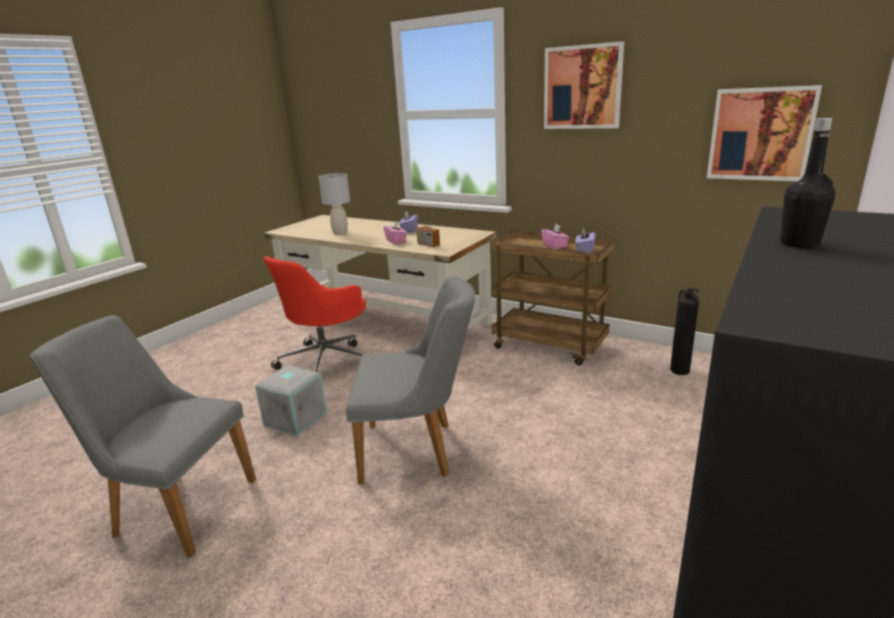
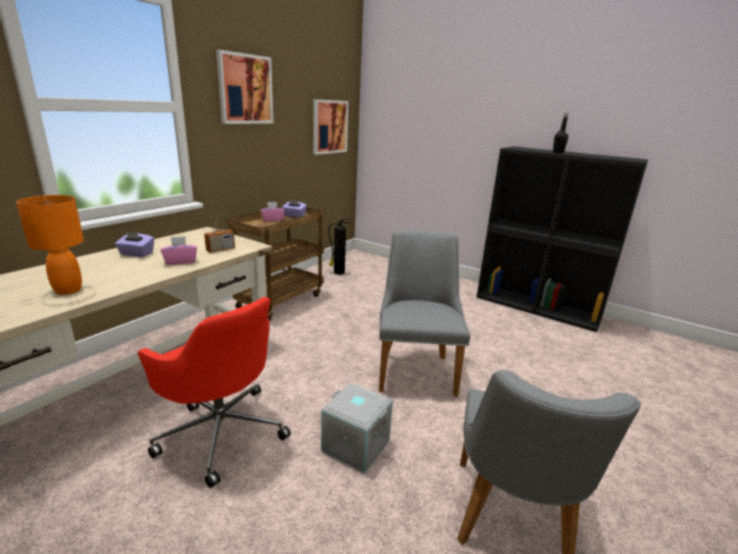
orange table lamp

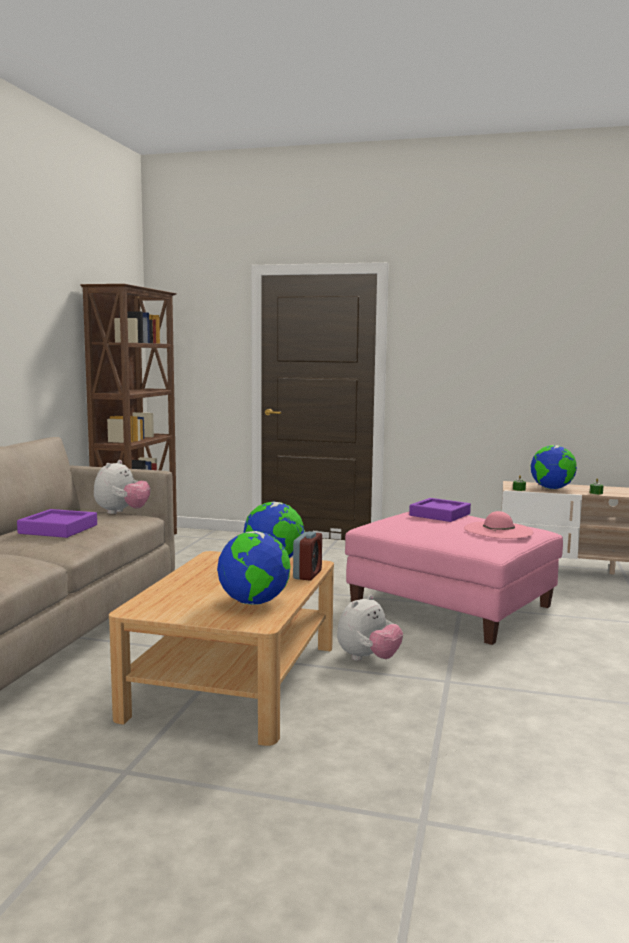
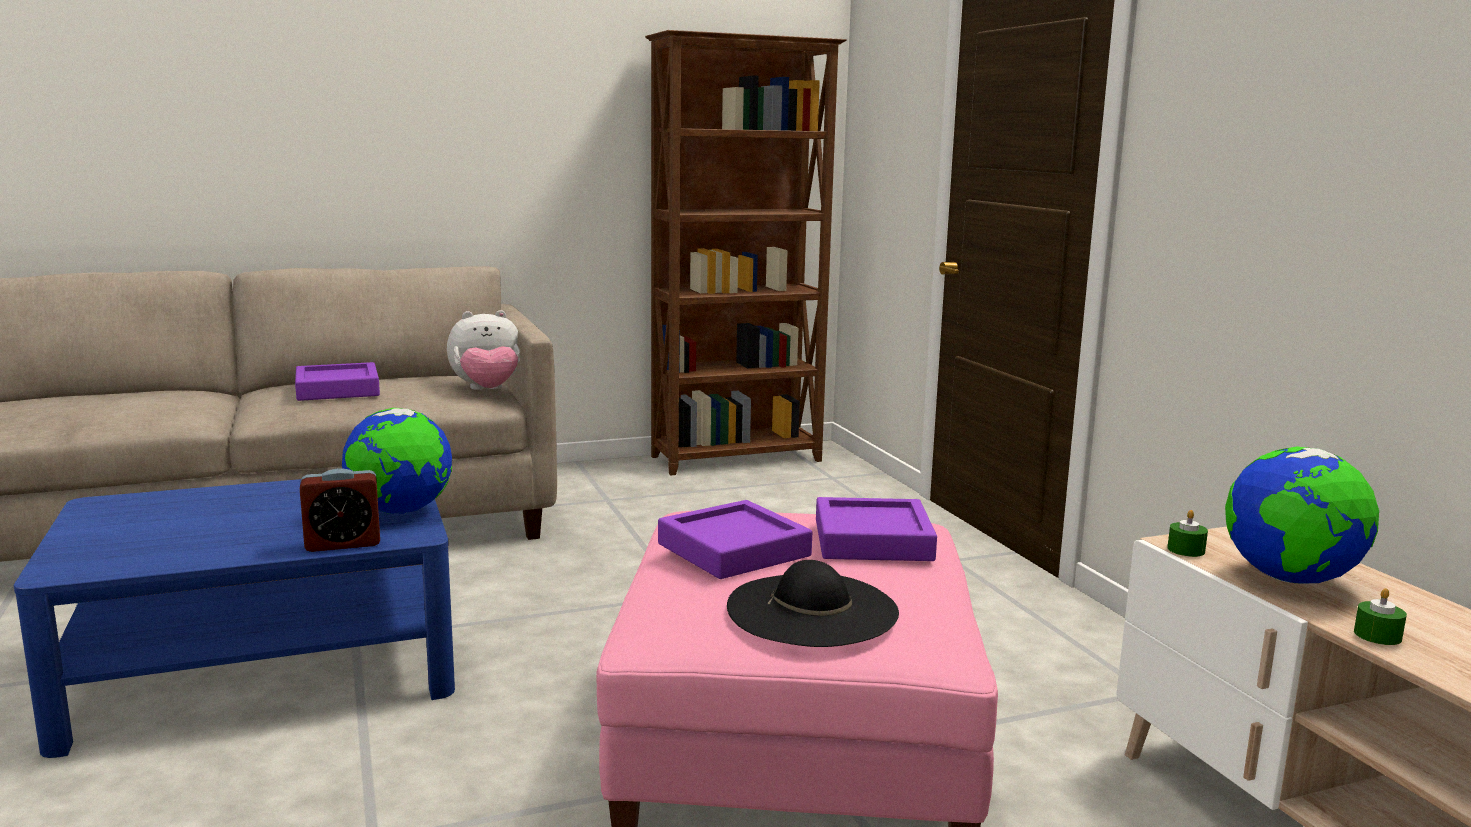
black hat; globe (1st from left in the first image); blue coffee table; plush toy (2nd from left in the first image); purple tray (2nd from left)

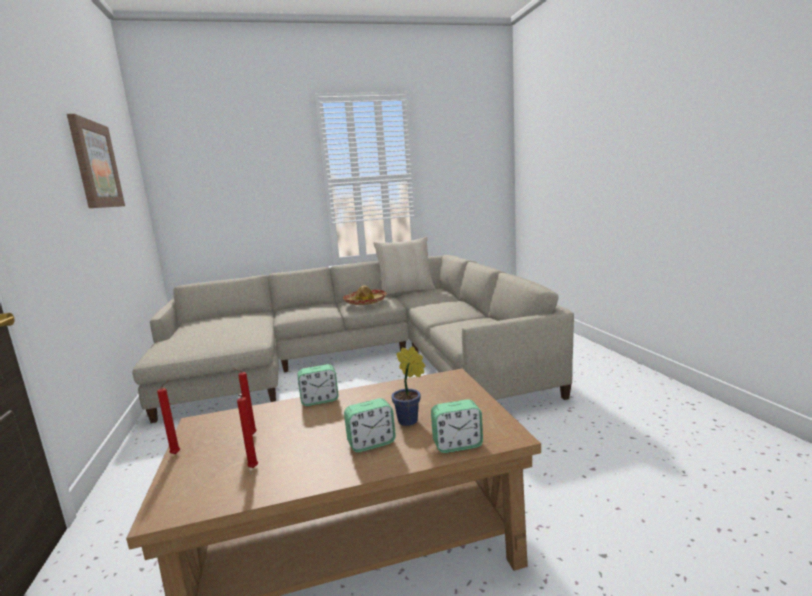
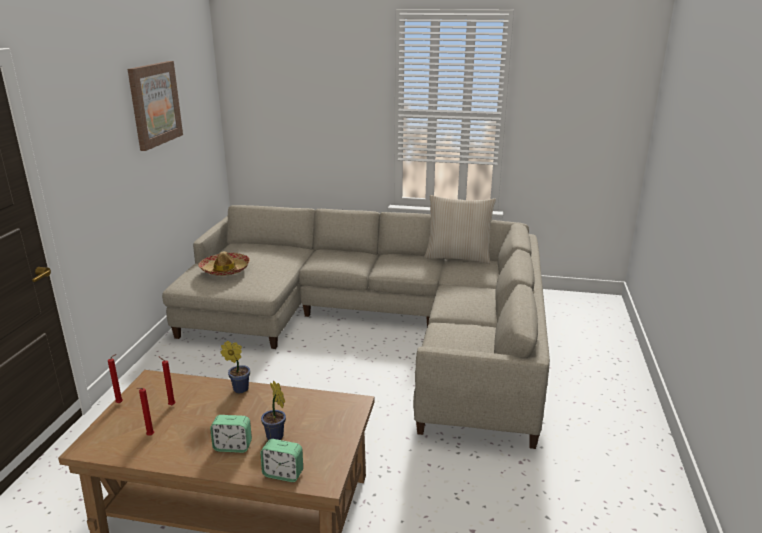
hat; potted plant (1st from left)

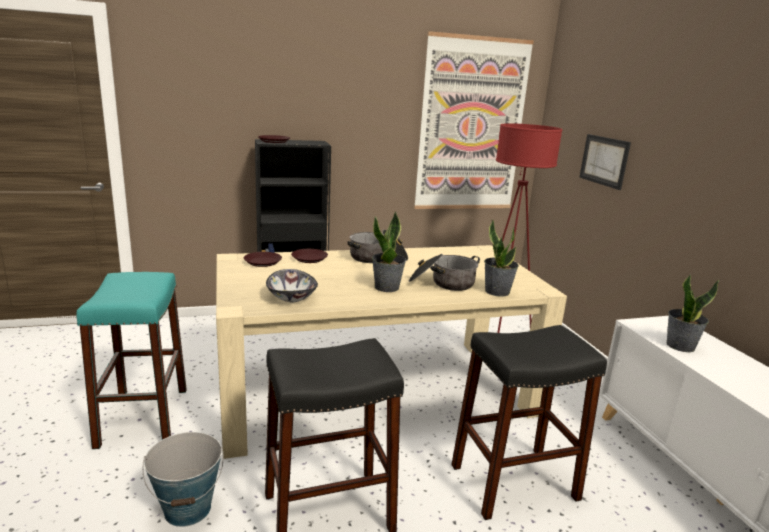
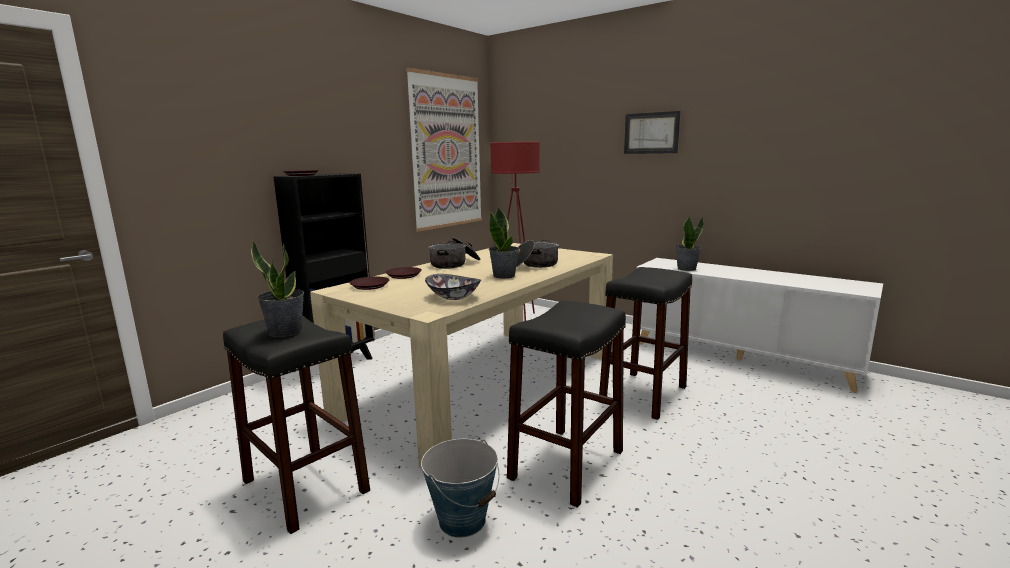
picture (2nd from left); potted plant (1st from left); black stool (1st from left)

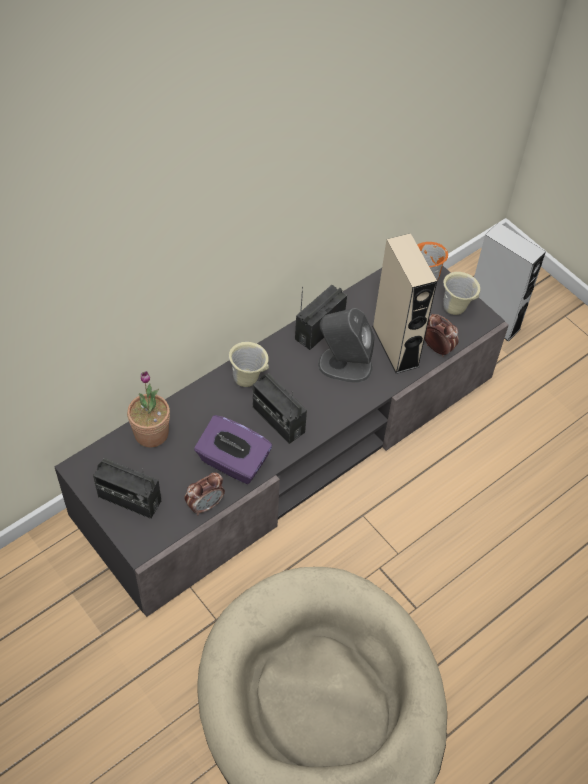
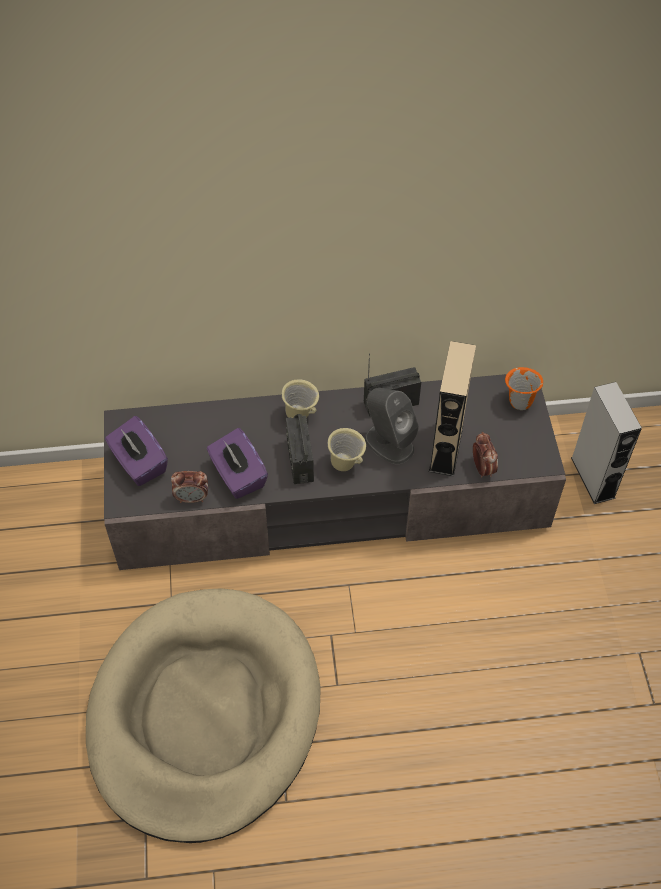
beige mug (2nd from left); potted plant; purple tissue box (1st from left)

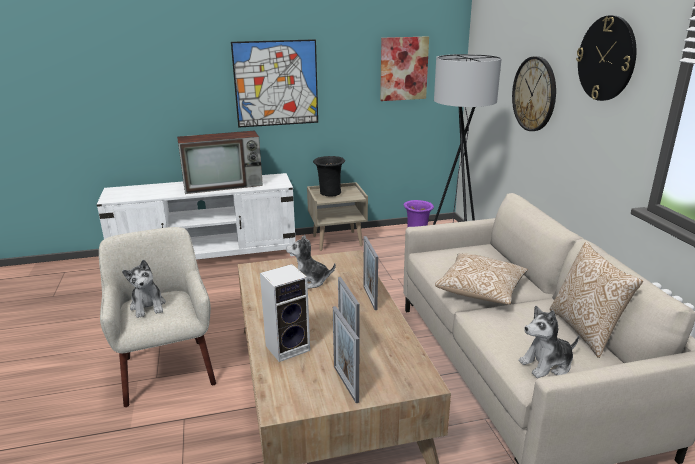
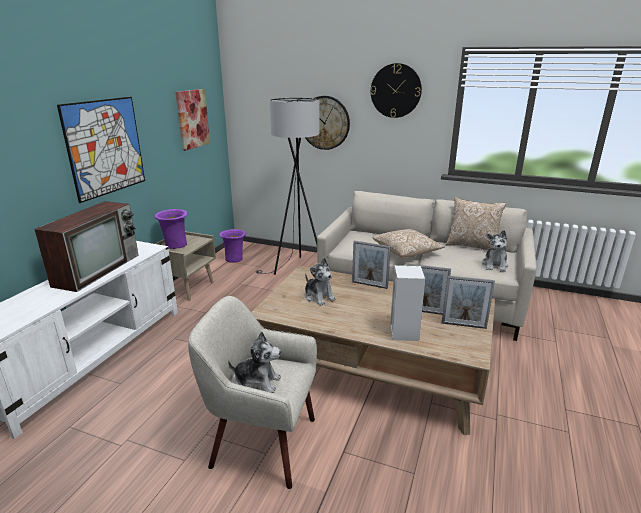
purple vase (1st from left); plush toy (2nd from left)

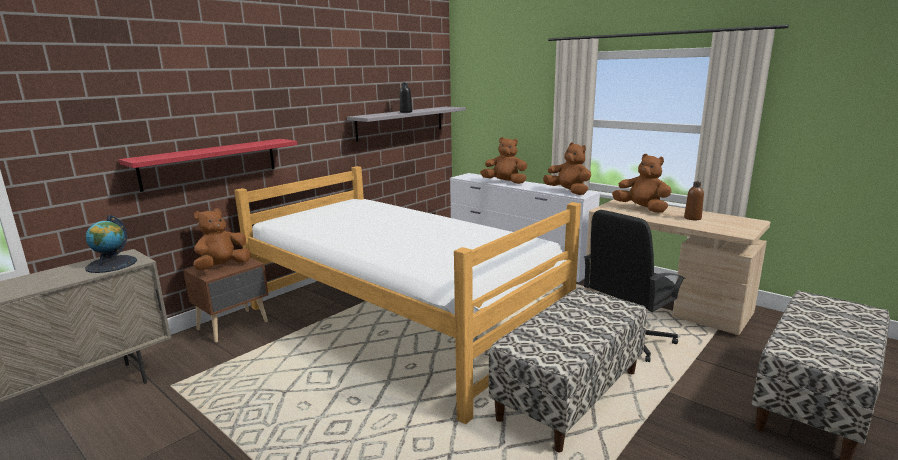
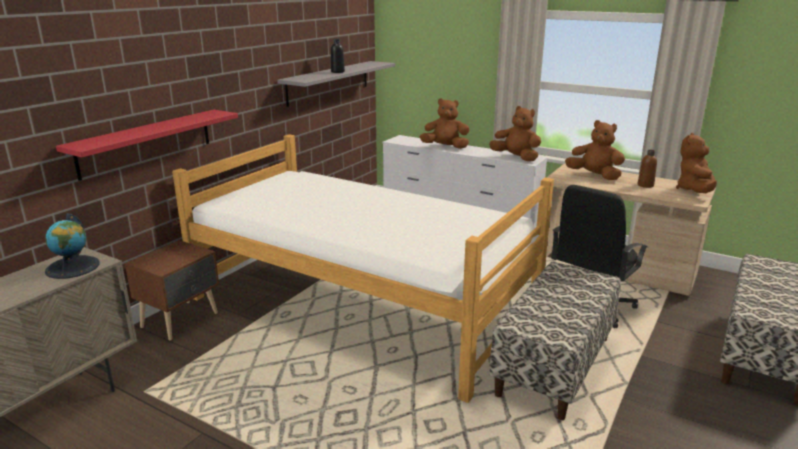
brown plush toy (4th from left)

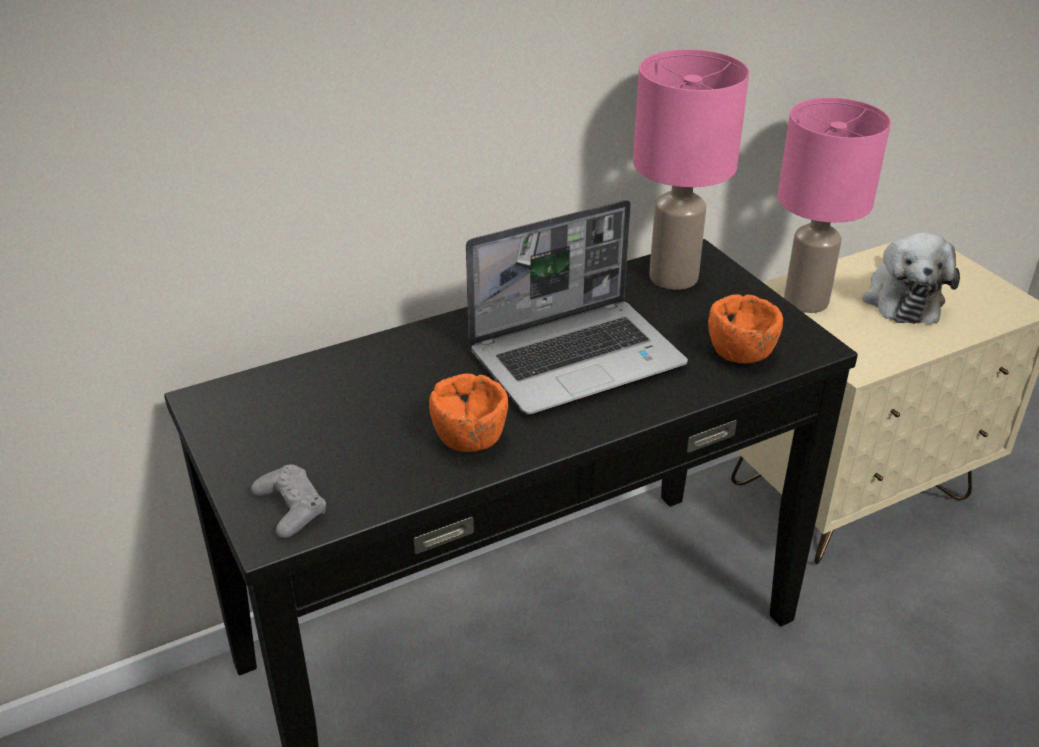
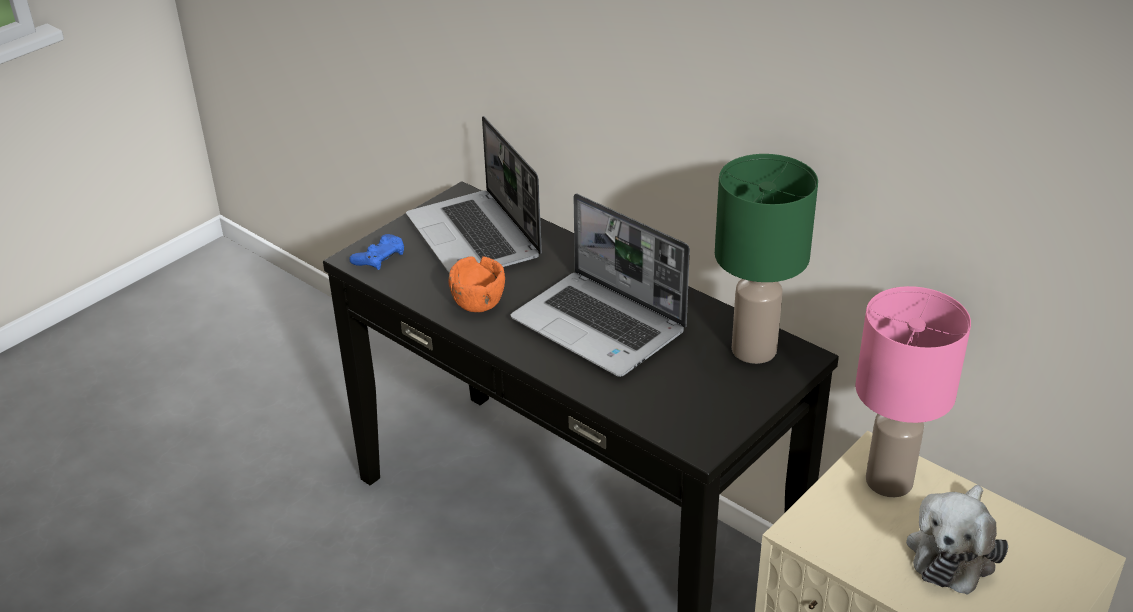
green table lamp; plush toy; orange bowl (2nd from left in the first image); blue game controller; laptop (1st from left)

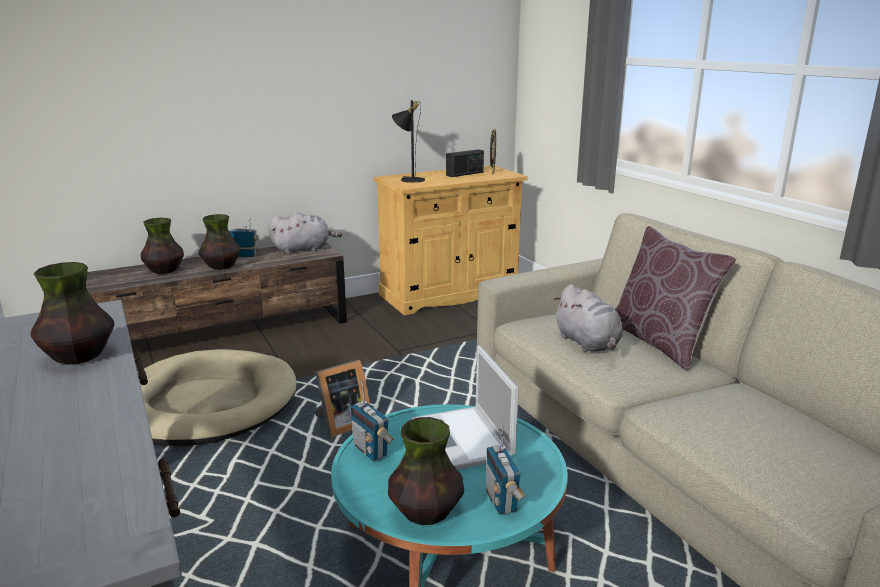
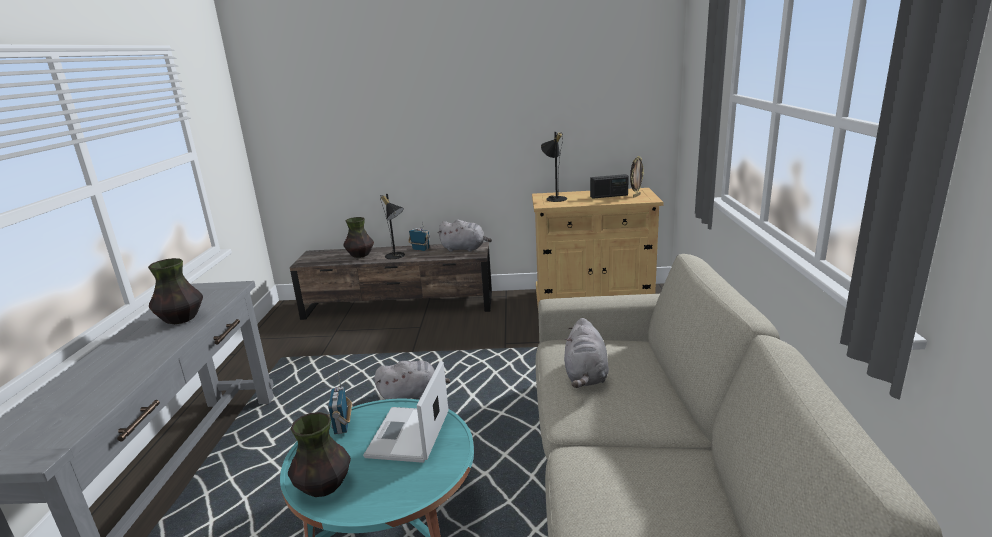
black table lamp (1st from left); brown pillow; beige dog bed; grey plush toy (1st from left); radio (4th from left in the first image)

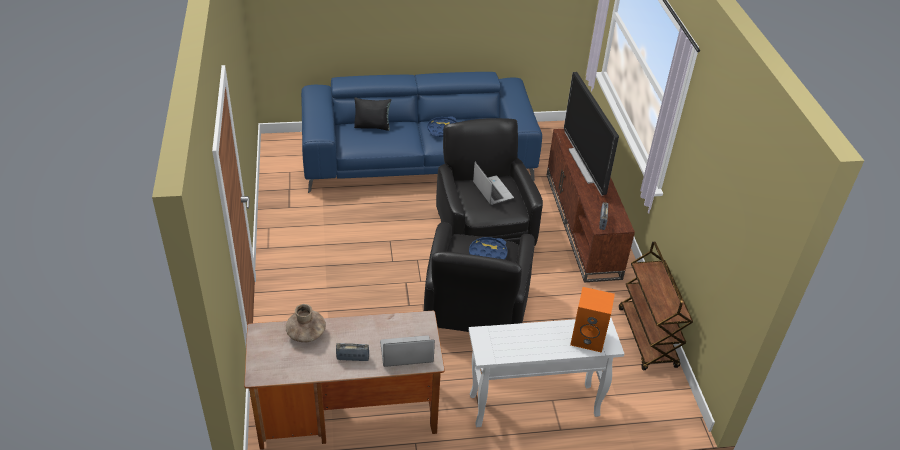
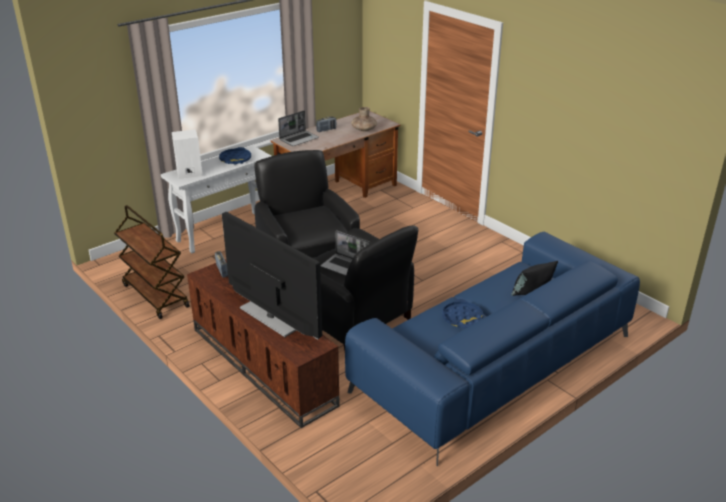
blue tray (1st from left); white speaker

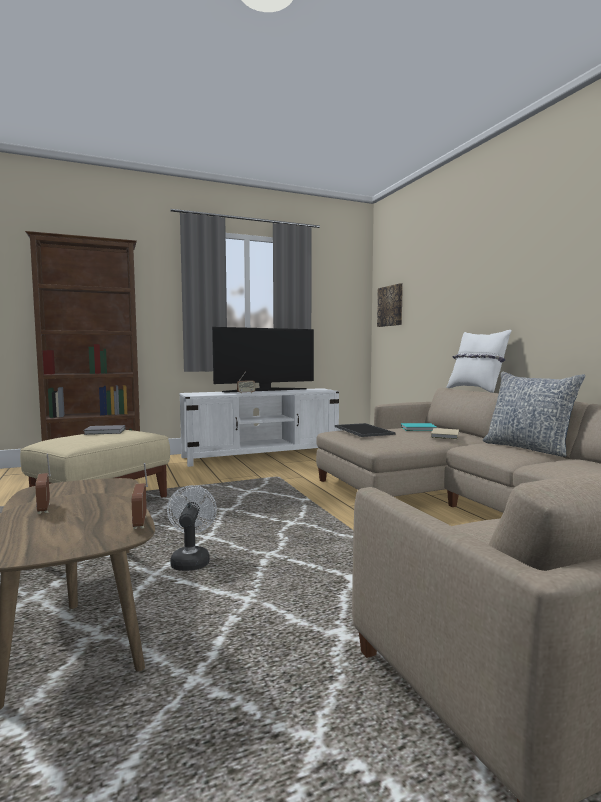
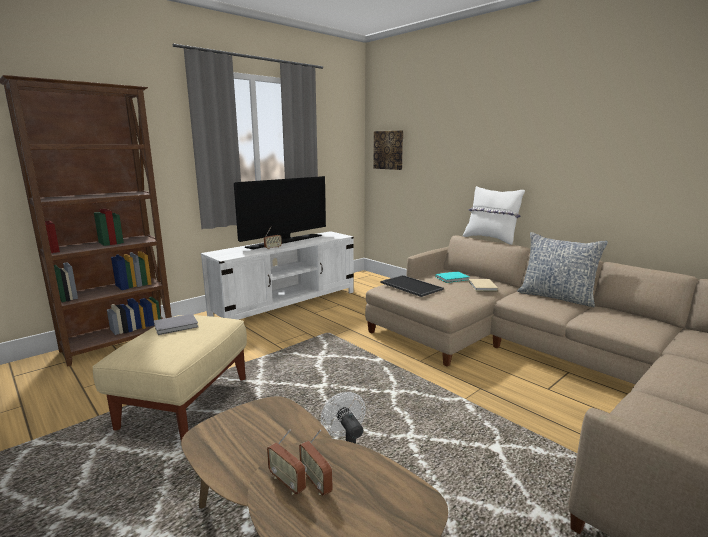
radio (3rd from left)

